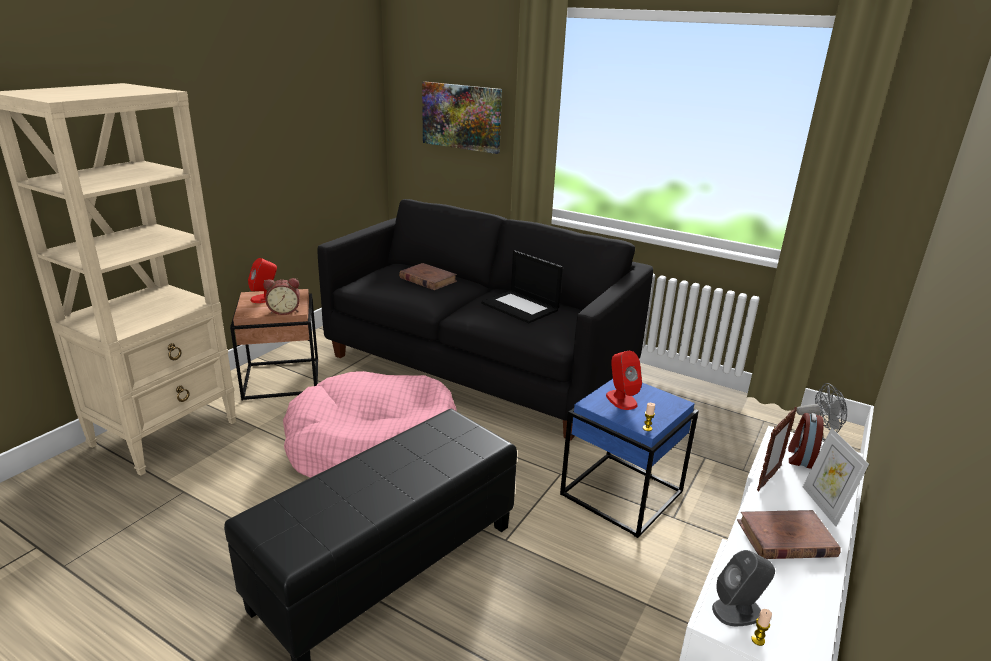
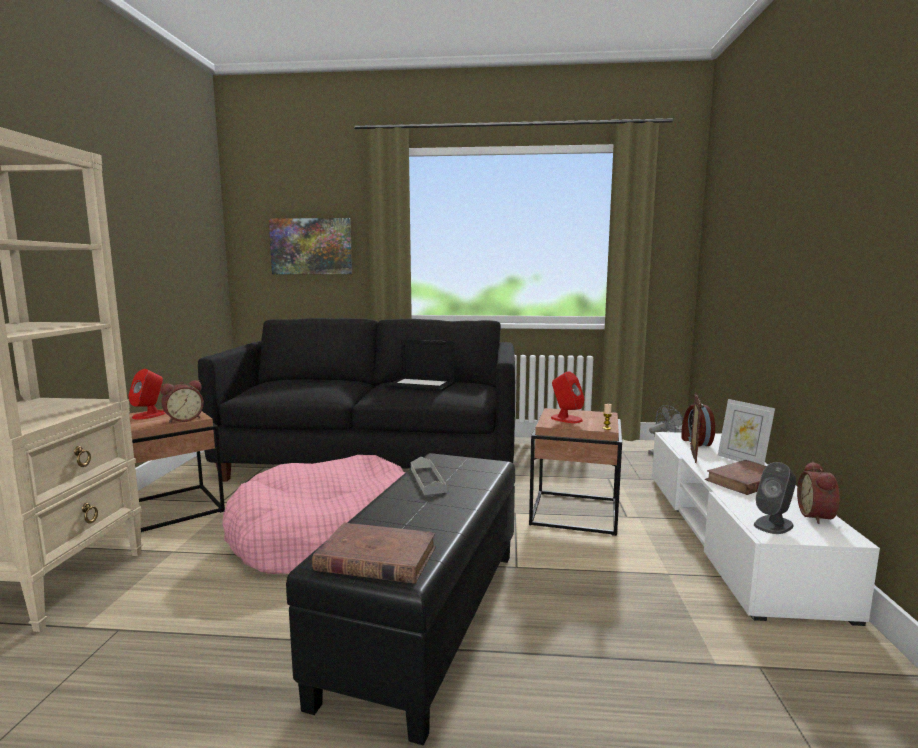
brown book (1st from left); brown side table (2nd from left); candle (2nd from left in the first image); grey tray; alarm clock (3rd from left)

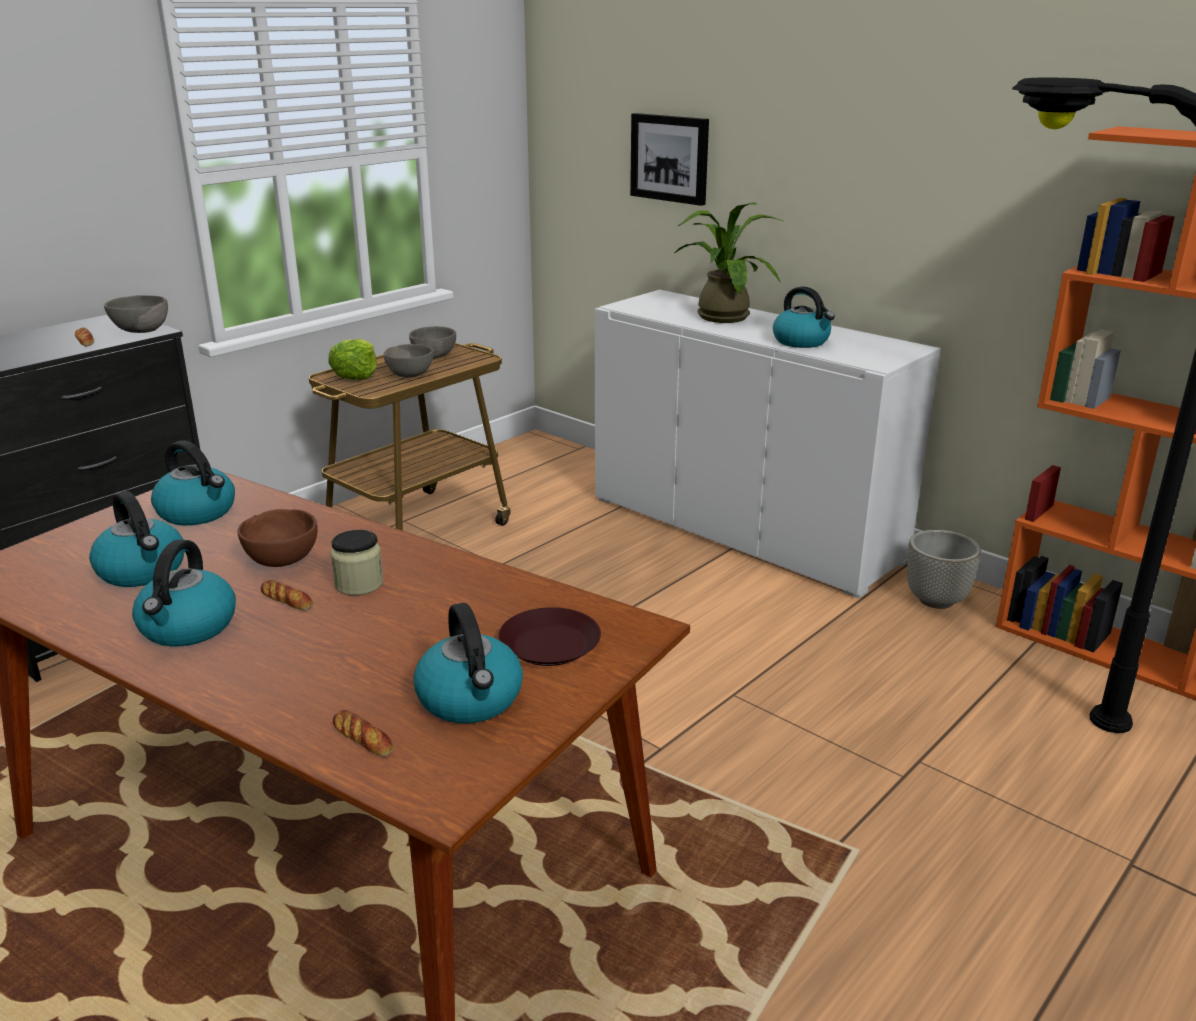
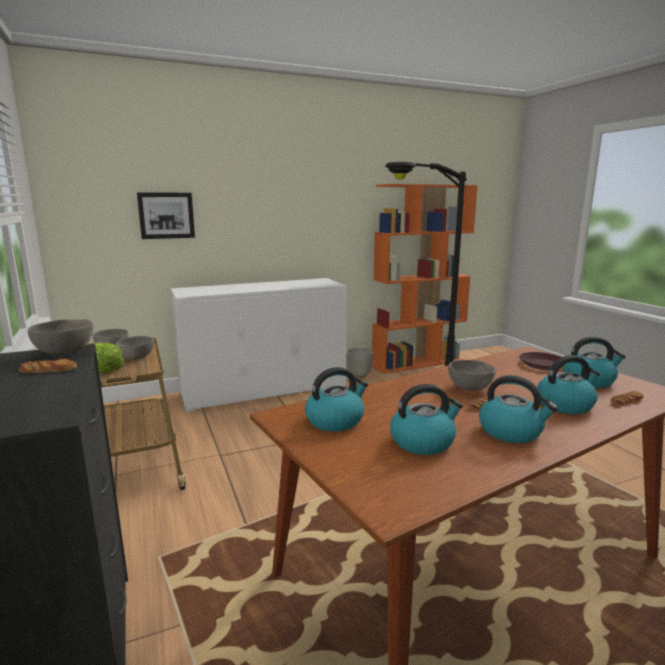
potted plant; kettle (4th from left); brown bowl; grey bowl (4th from left)

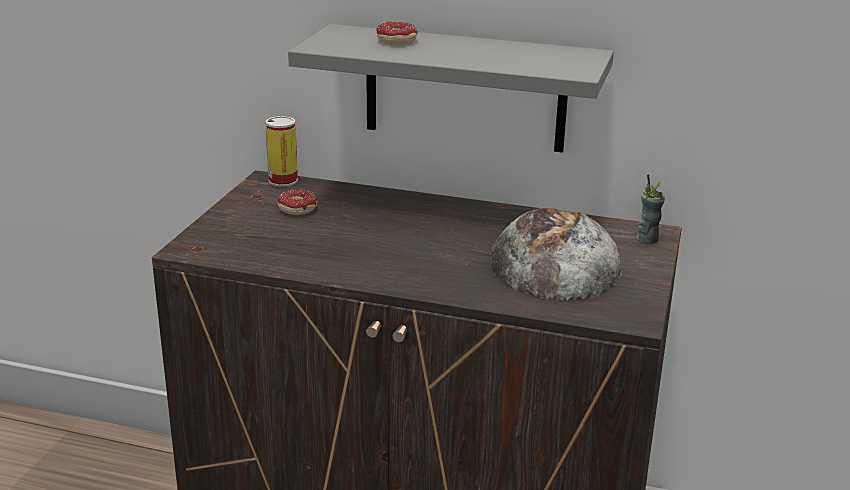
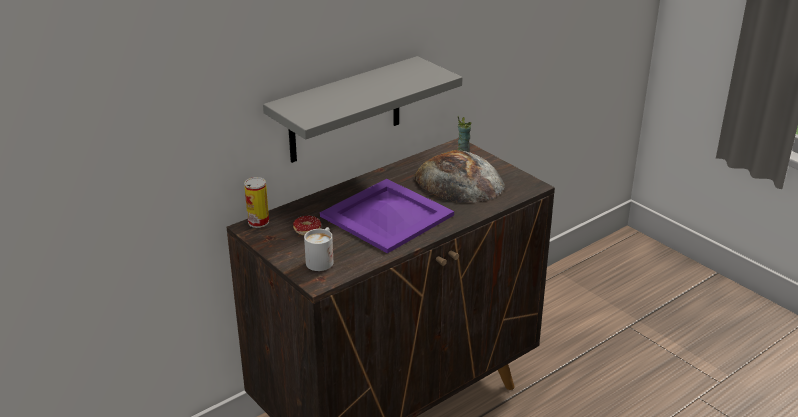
donut (2nd from left in the first image); purple tray; white mug

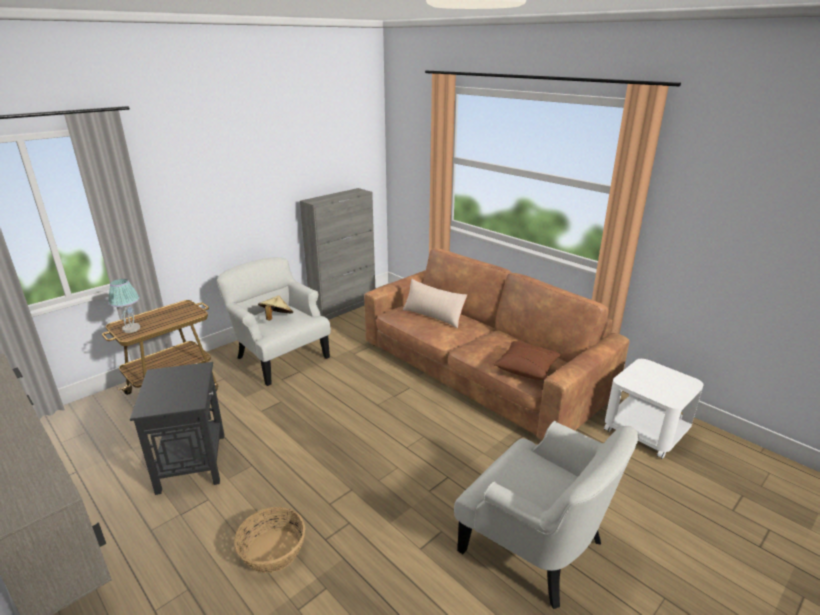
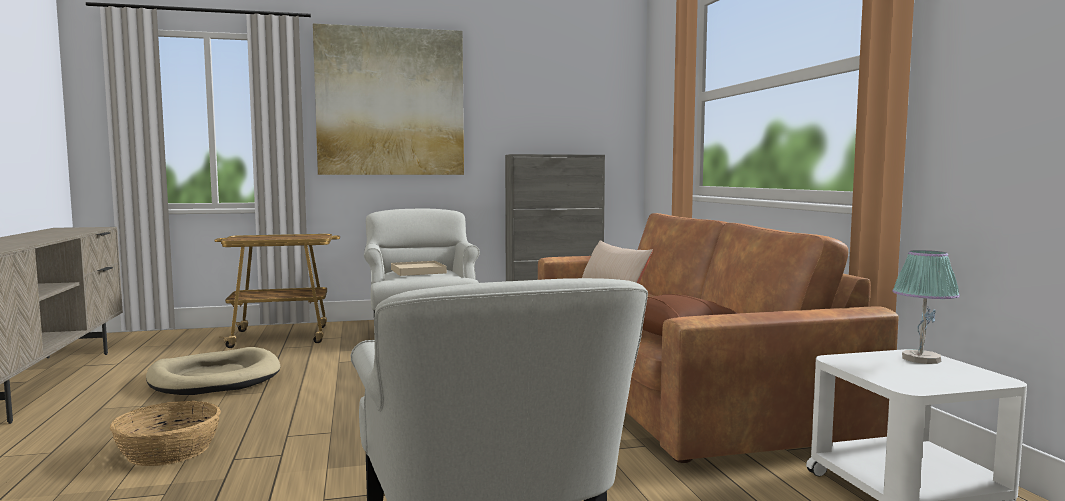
table lamp; beige tray; beige dog bed; picture

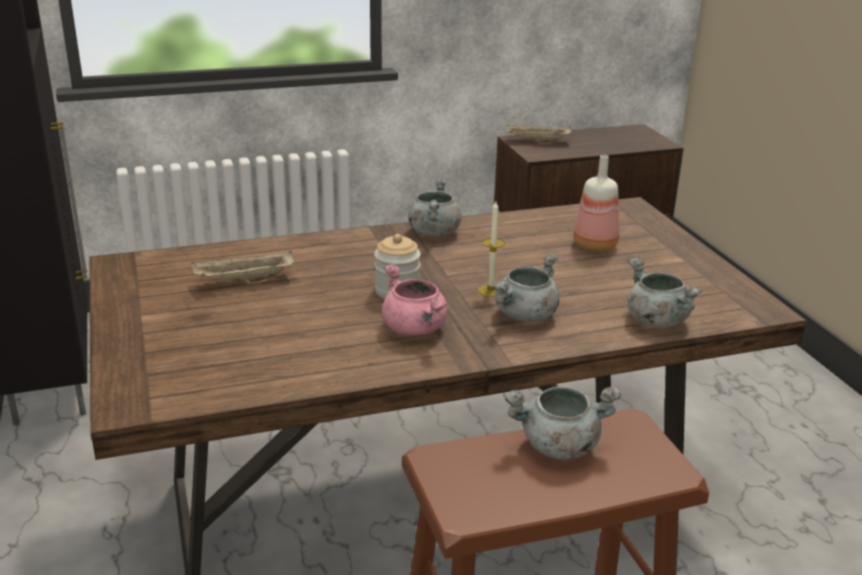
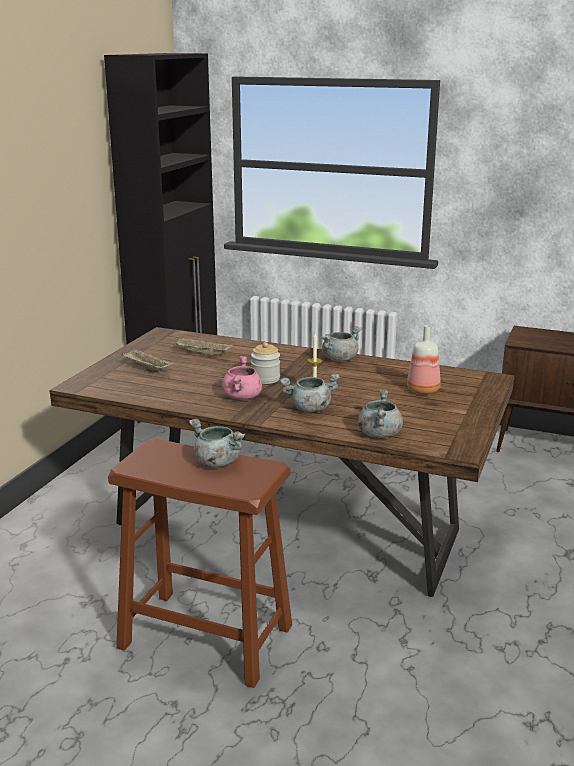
beige tray (1st from left)

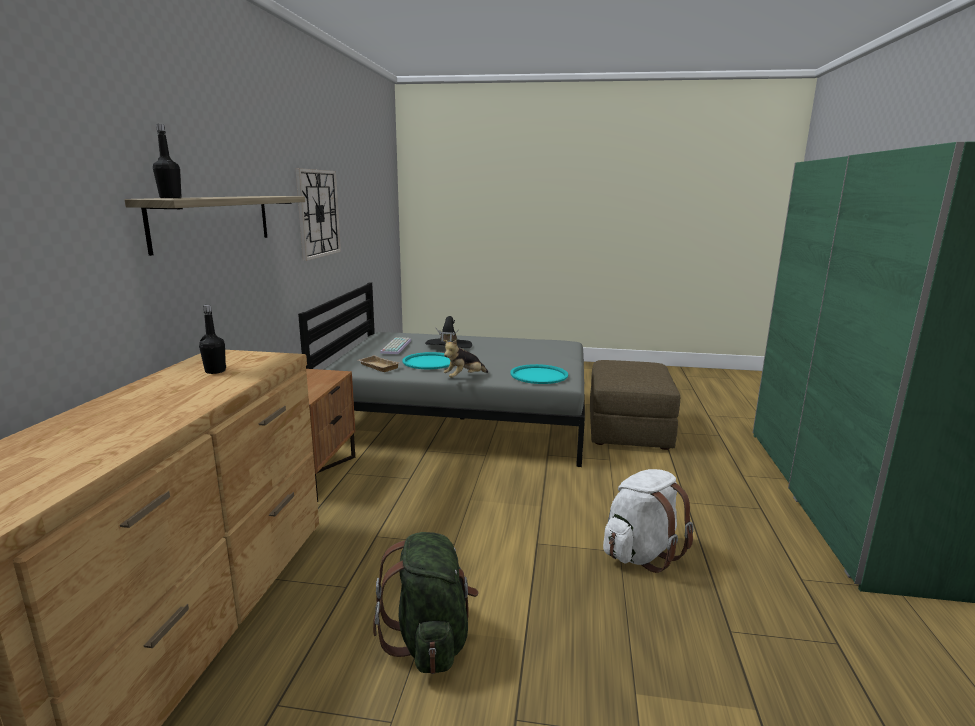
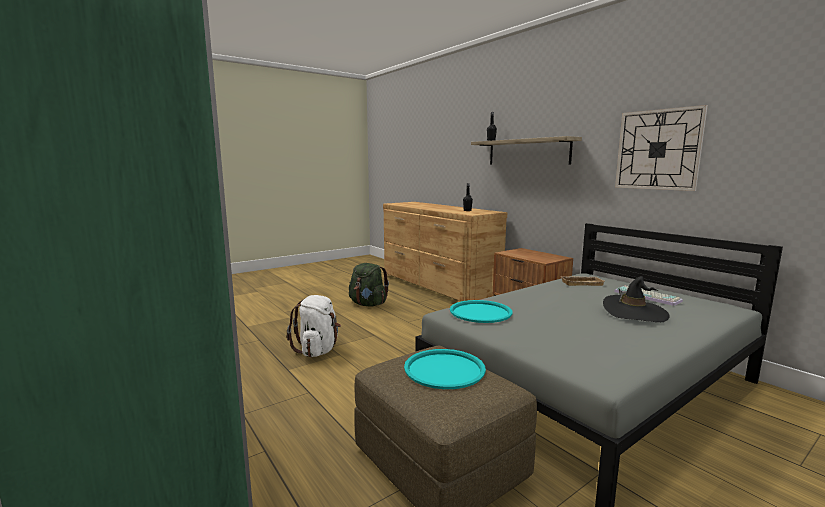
plush toy; turquoise tray (1st from left)

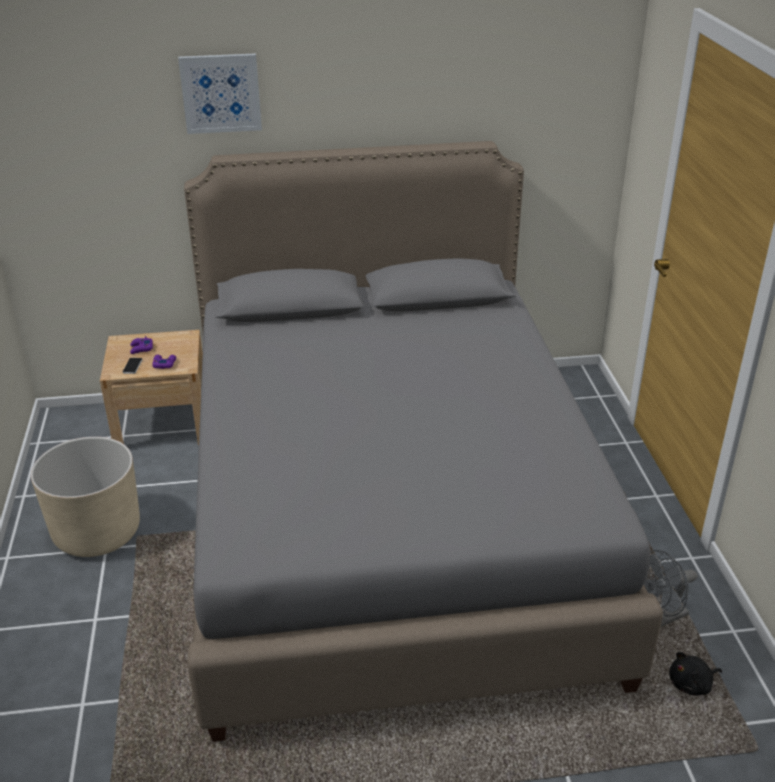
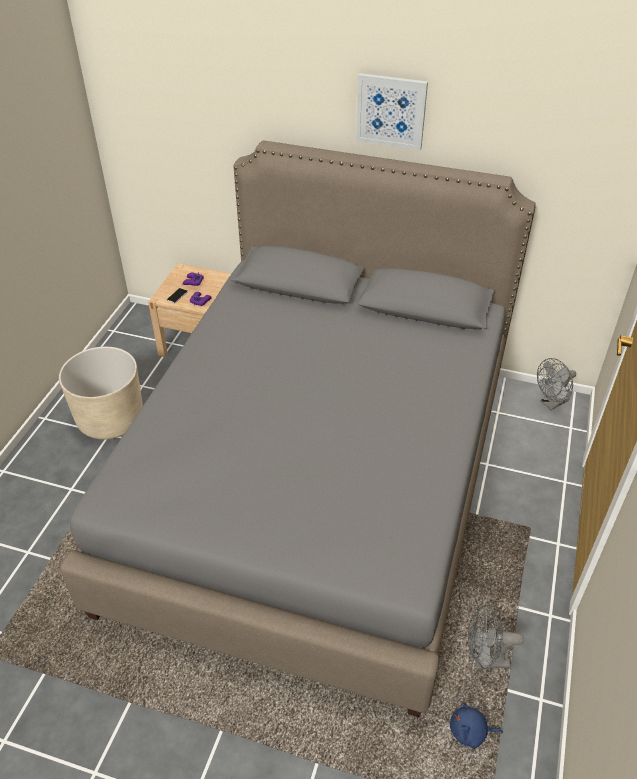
picture; blue plush toy; grey fan (2nd from left)

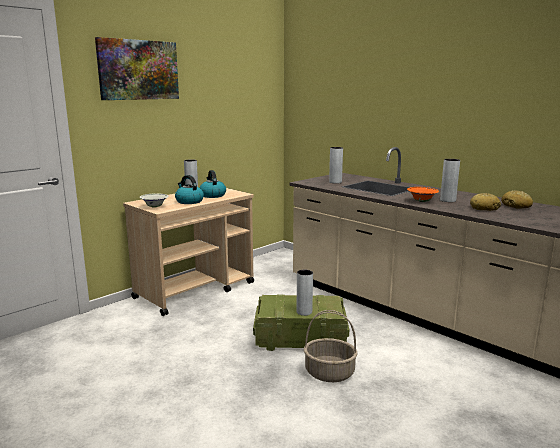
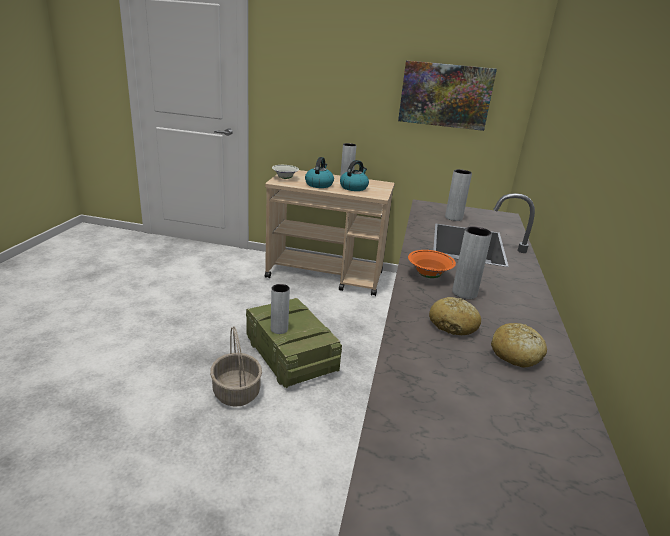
picture

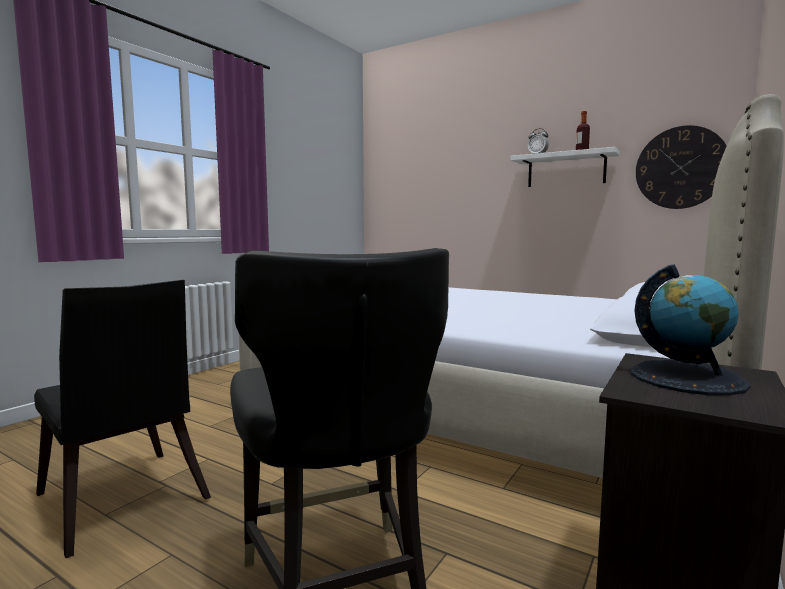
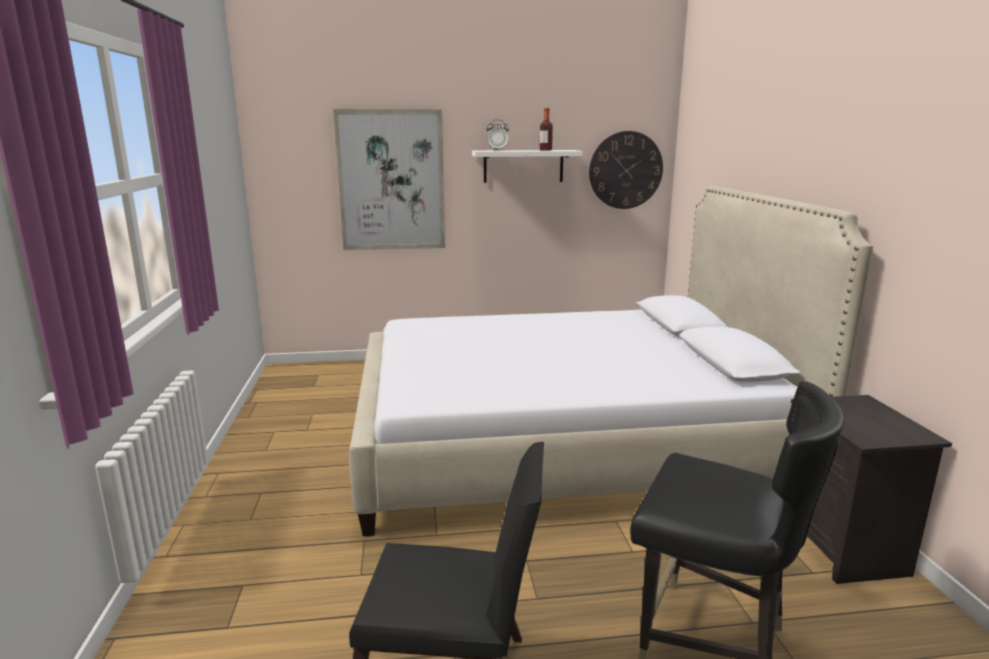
globe; picture

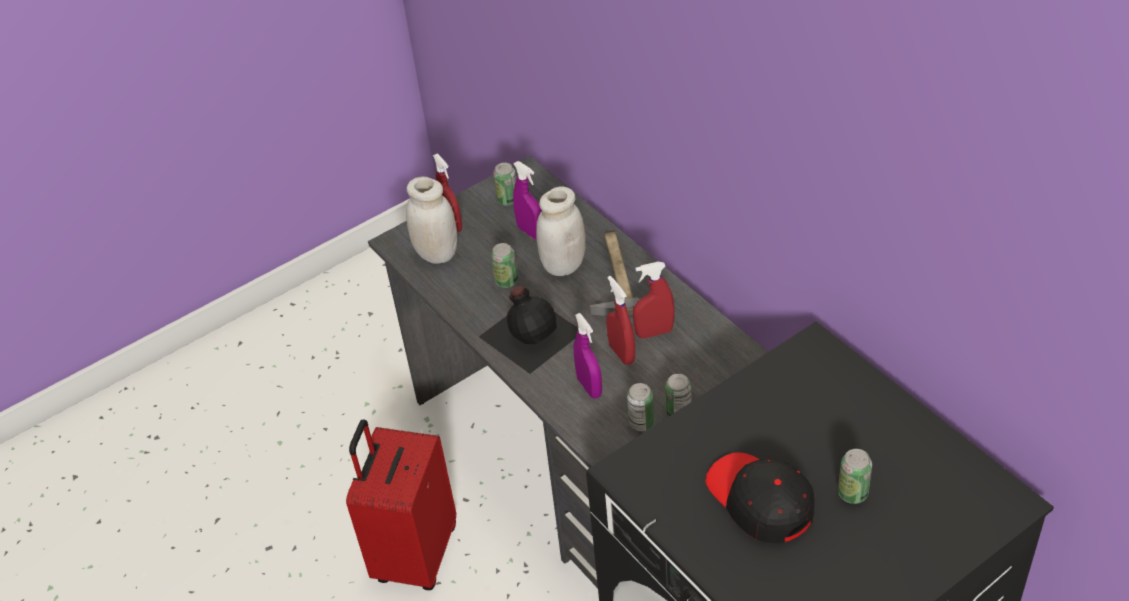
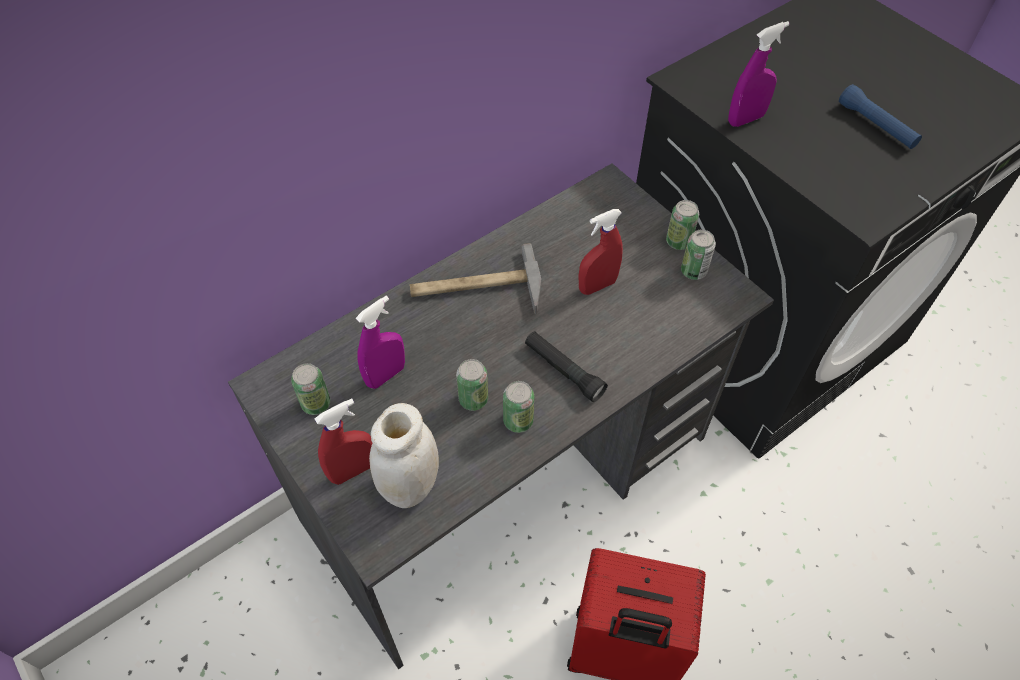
white jar (2nd from left in the first image); red spray bottle (3rd from left in the first image); black flashlight; purple spray bottle (2nd from left); can (3rd from left); blue flashlight

